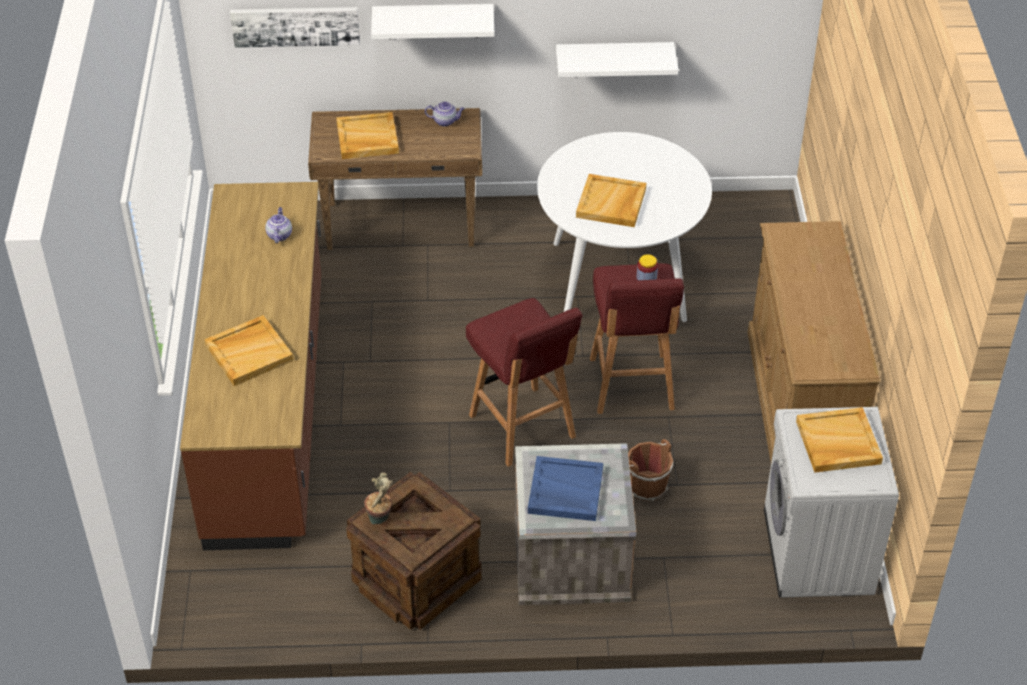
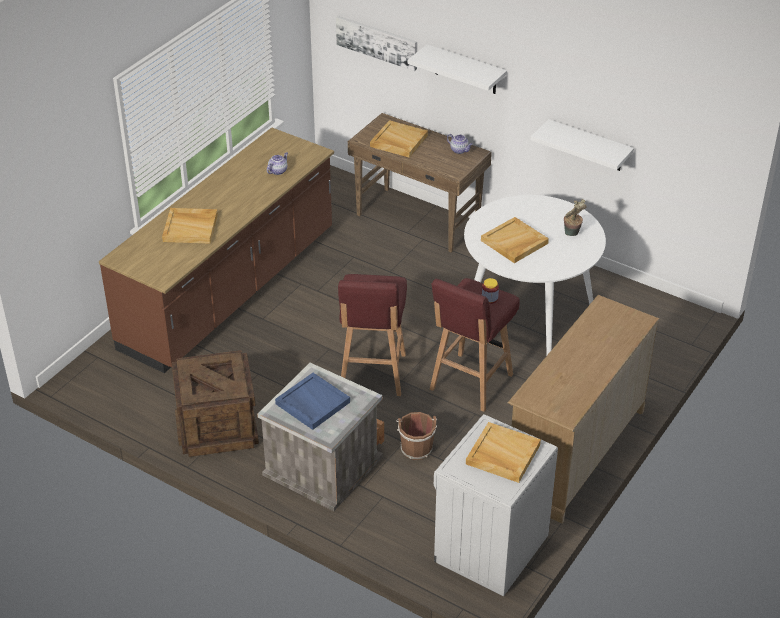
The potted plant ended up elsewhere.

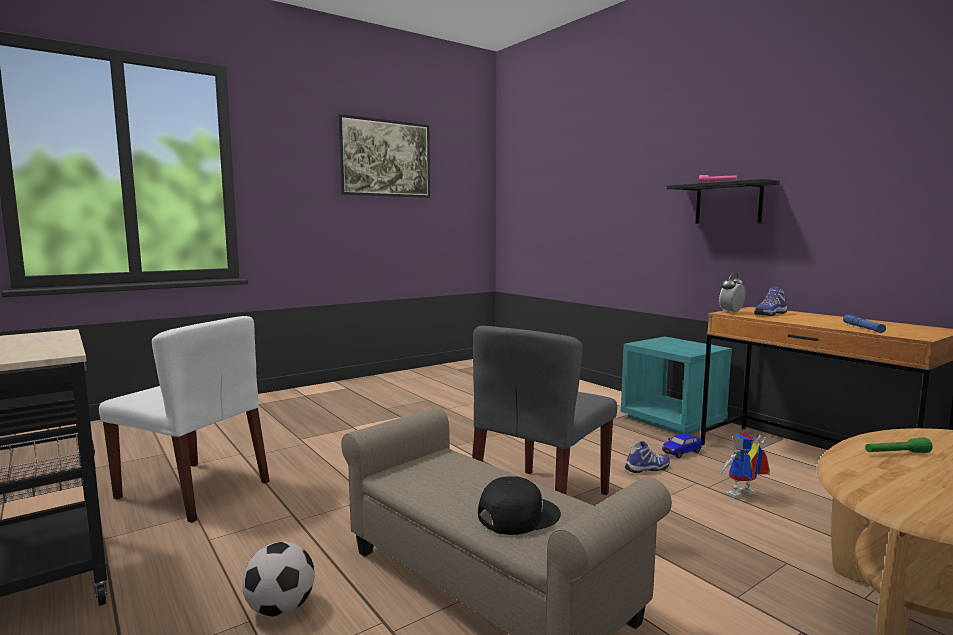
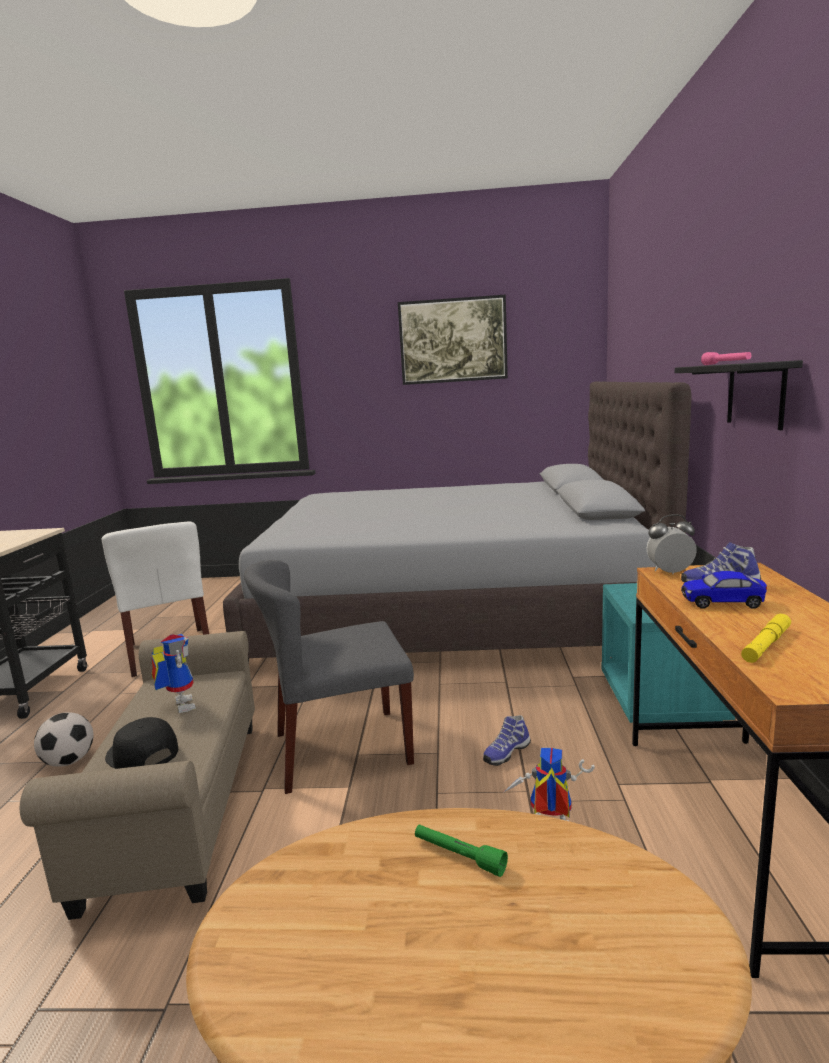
The second view gained the toy robot (no. 1 from left). The second view gained the grey bed. The toy car ended up elsewhere. What was the blue flashlight turned into the yellow flashlight. The black cap ended up facing another way, 150 degrees counterclockwise from before. The shoe (no. 1 from left) ended up facing another way, 120 degrees clockwise from before.

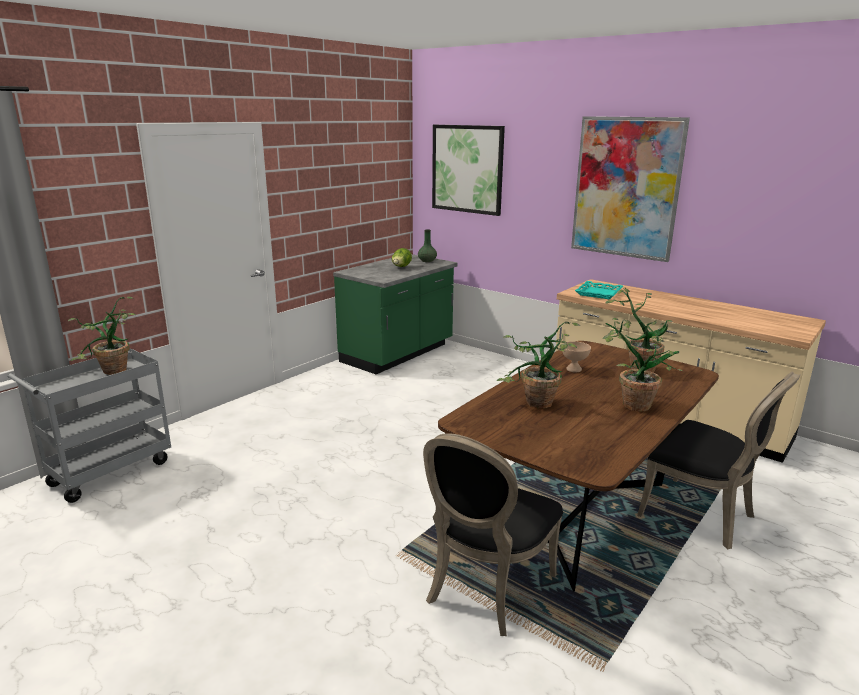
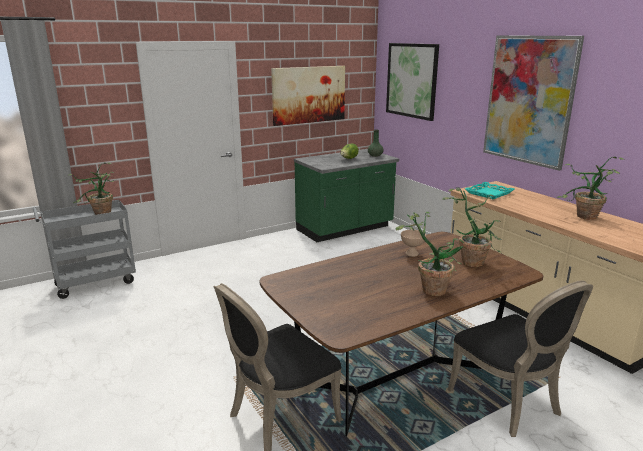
The second view gained the picture (no. 1 from left). The potted plant (no. 2 from left in the first image) ended up elsewhere.

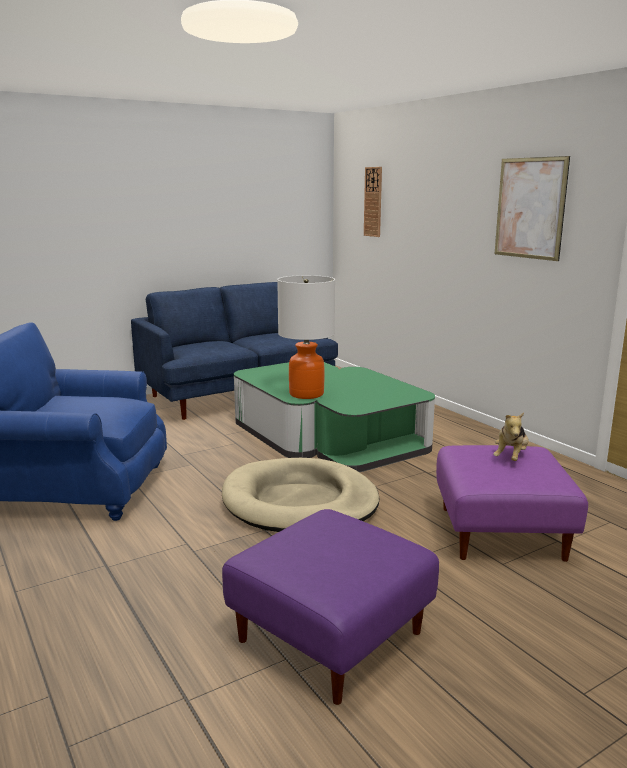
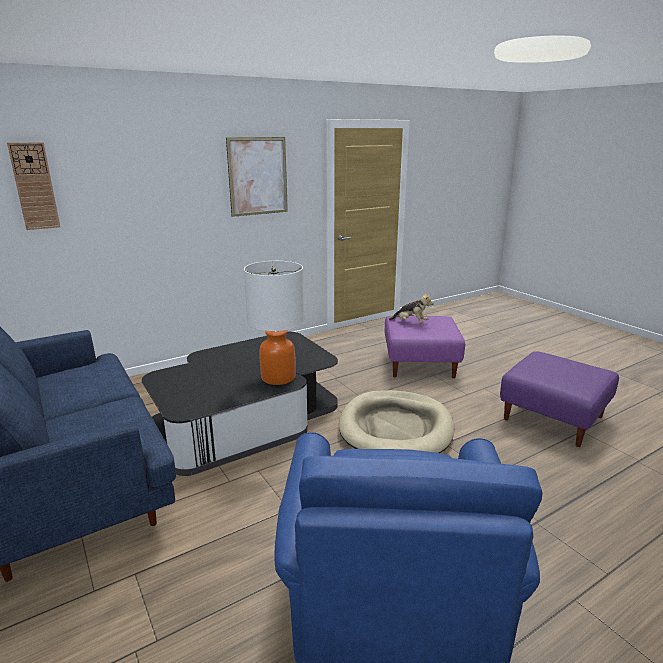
What was the green coffee table turned into the black coffee table.

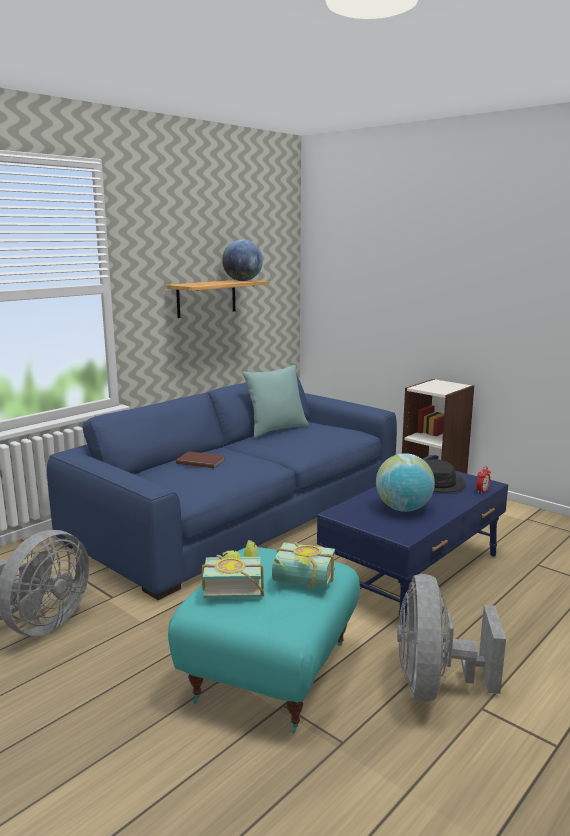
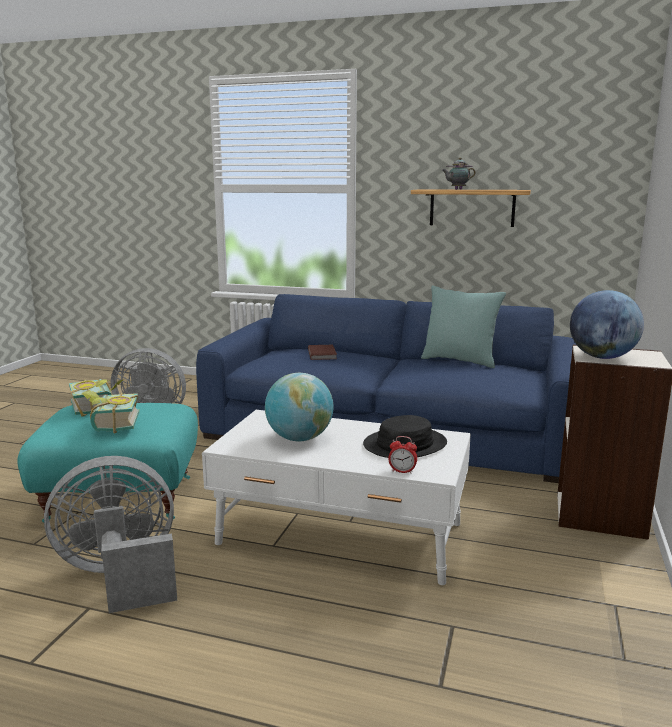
The second view gained the teapot. The globe (no. 1 from left in the first image) ended up elsewhere. What was the blue coffee table turned into the white coffee table.

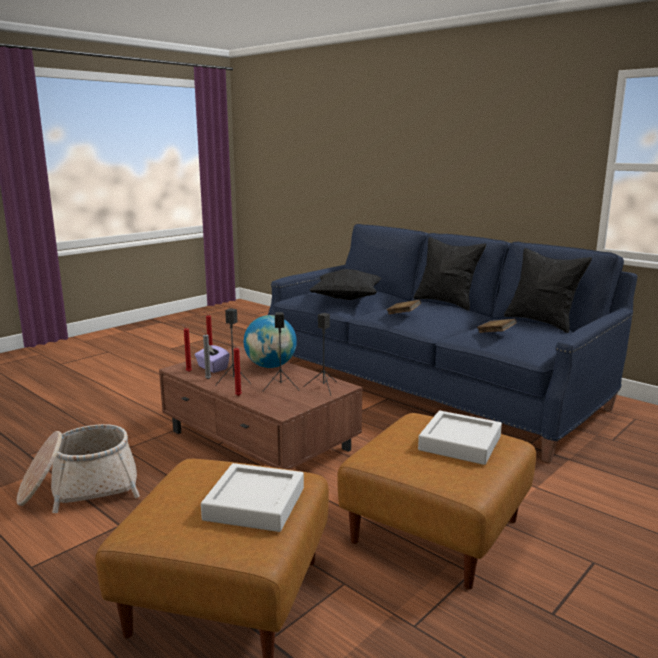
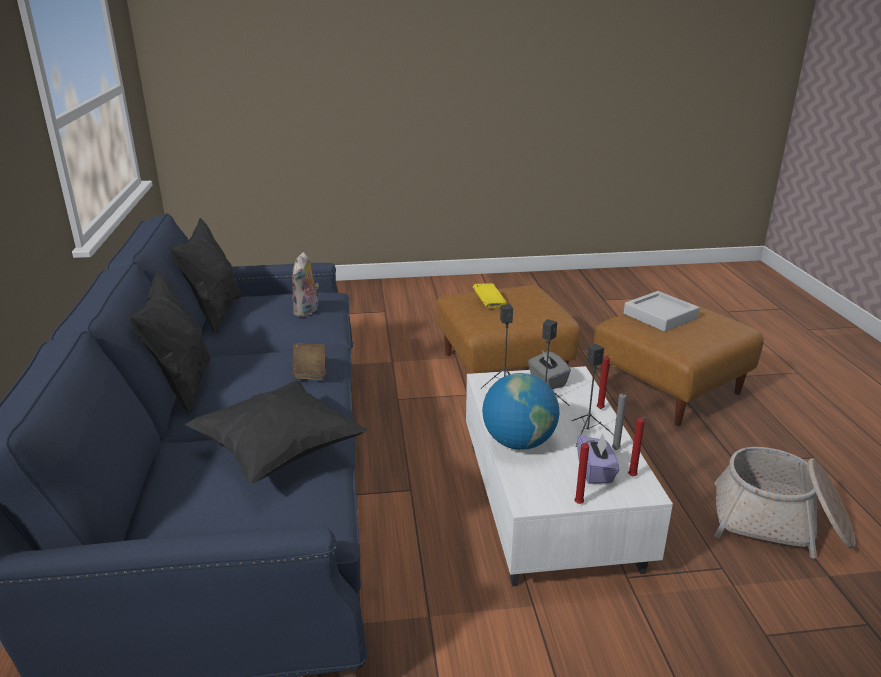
The second view gained the grey tissue box. Where the grey tray (no. 2 from left) stood, the yellow book came to stand. Where the brown book (no. 2 from left) stood, the plush toy came to stand. What was the brown coffee table turned into the white coffee table.

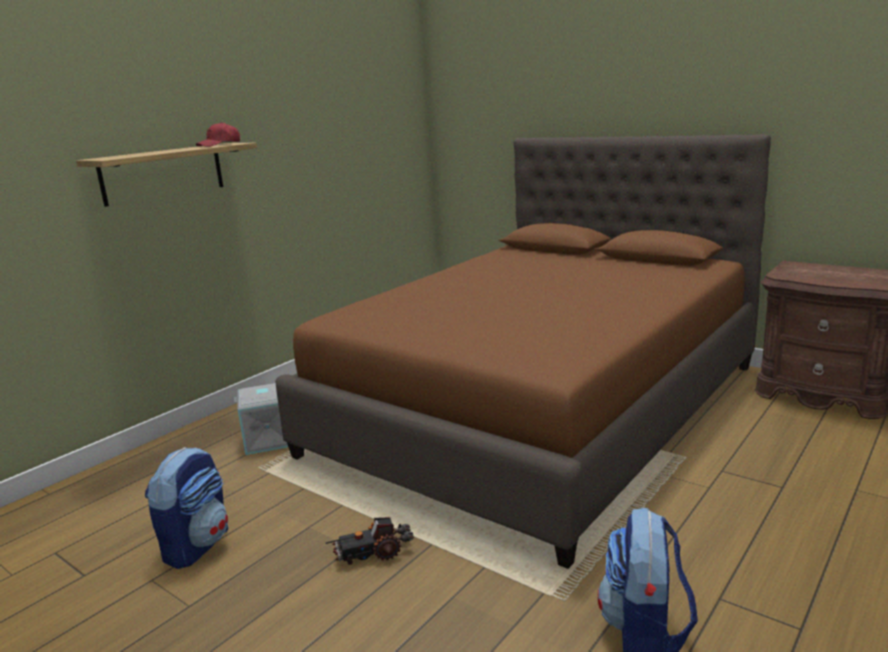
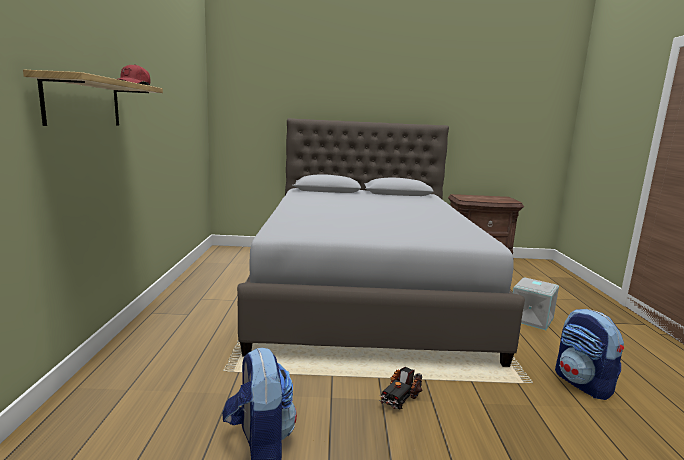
The grey storage box ended up elsewhere. What was the brown bed turned into the grey bed.

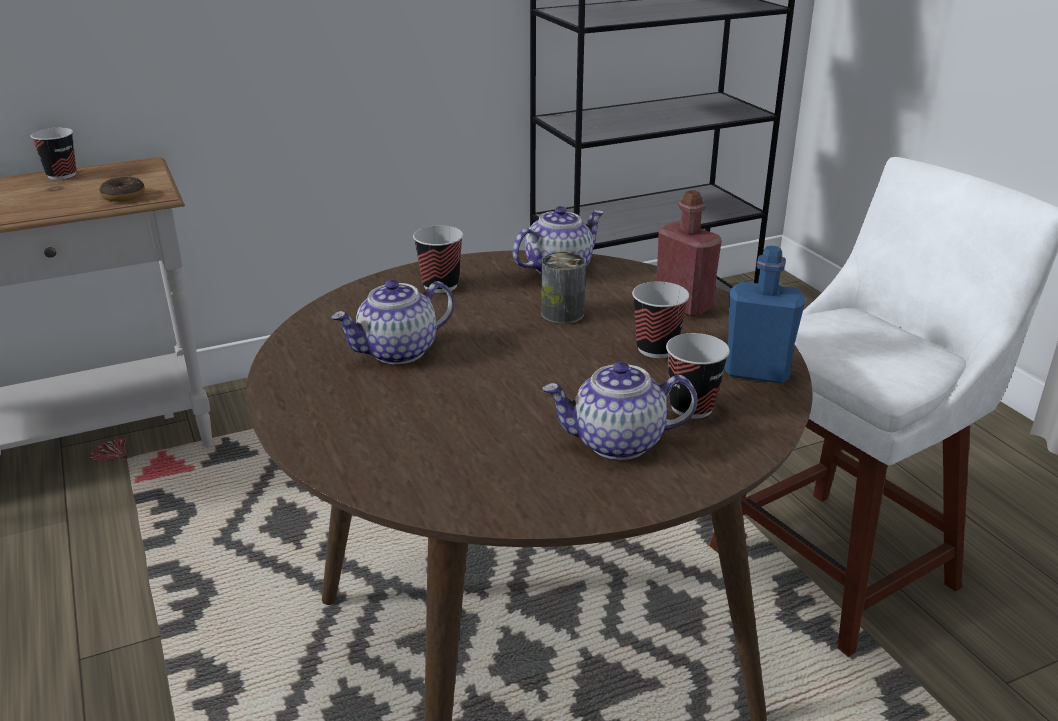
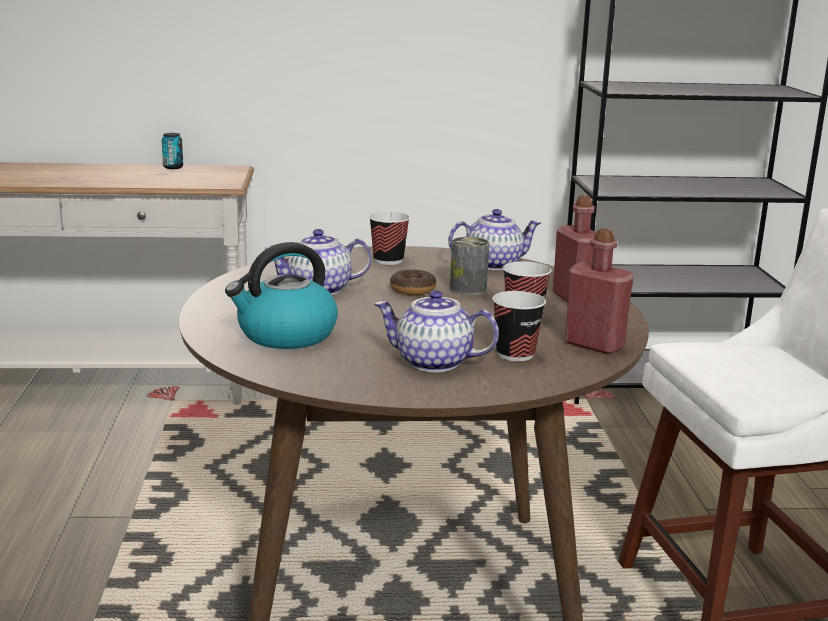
The second view gained the kettle. The donut ended up elsewhere. Where the cup (no. 1 from left) stood, the can (no. 1 from left) came to stand. What was the blue bottle turned into the red bottle (no. 2 from left).

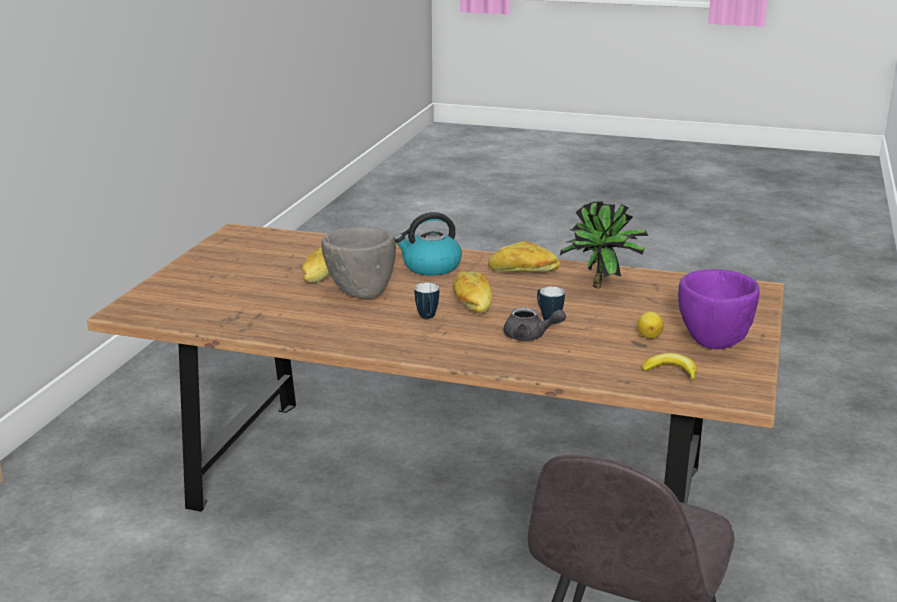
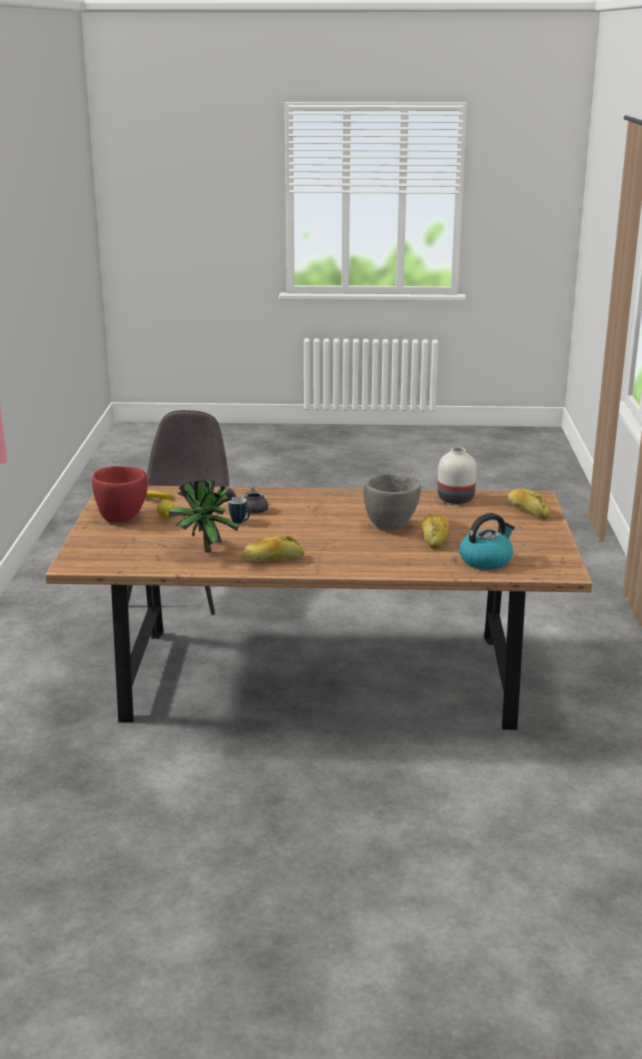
The second view lost the mug (no. 1 from left). The second view gained the white vase. The kettle ended up elsewhere. The bread (no. 2 from left in the first image) ended up elsewhere. What was the purple bowl turned into the red bowl.

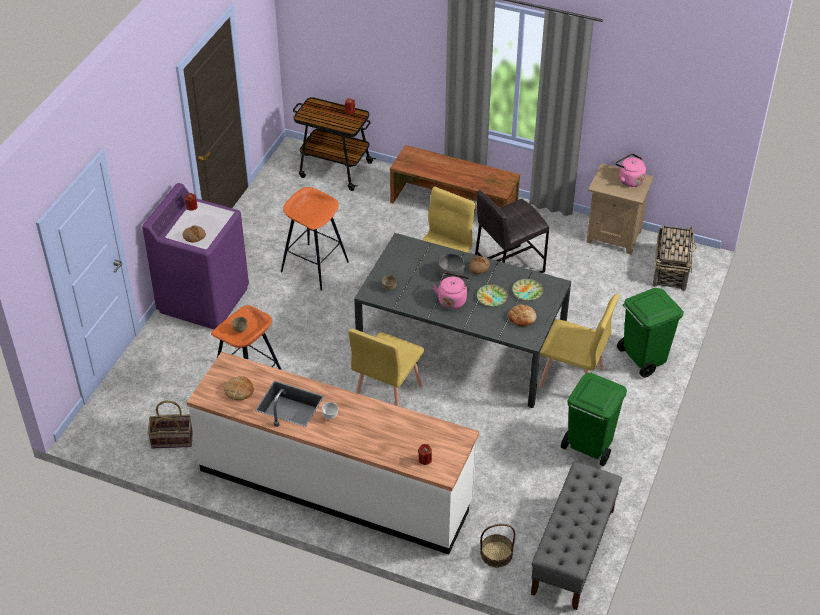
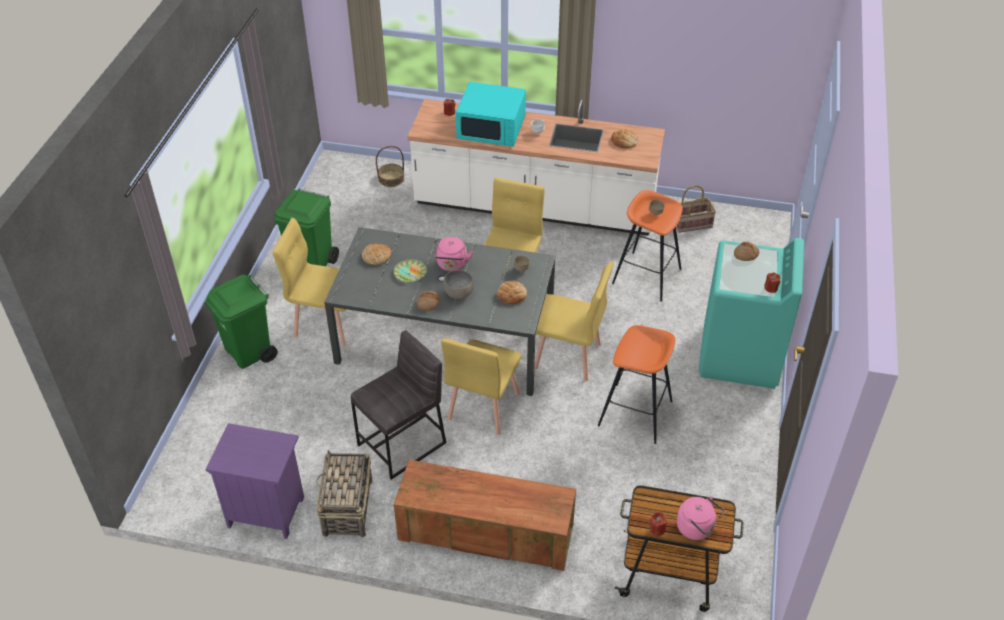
The second view lost the plate (no. 2 from left). The second view lost the grey bench. The second view gained the turquoise microwave. The second view gained the bread (no. 3 from left). The second view gained the yellow chair (no. 4 from left). The pink kettle (no. 2 from left) ended up elsewhere. The basket (no. 3 from left in the first image) ended up elsewhere. What was the purple washing machine turned into the turquoise washing machine. What was the beige nightstand turned into the purple nightstand.

